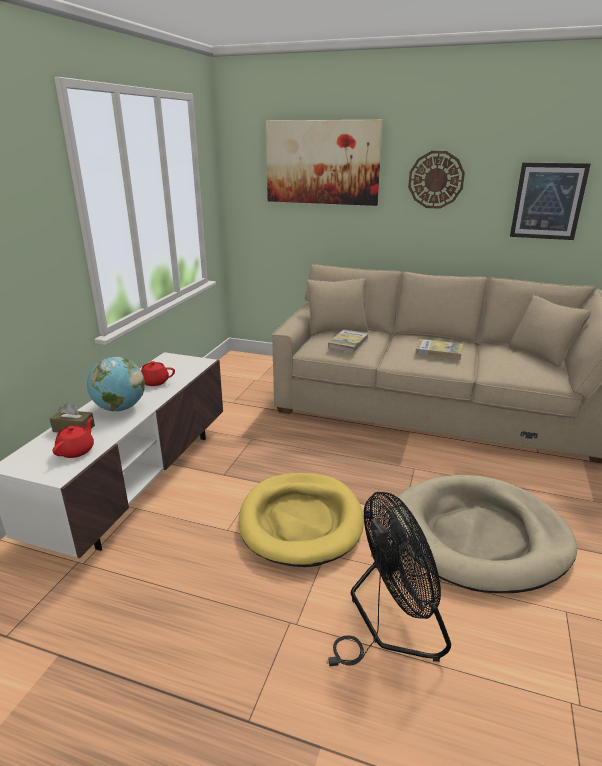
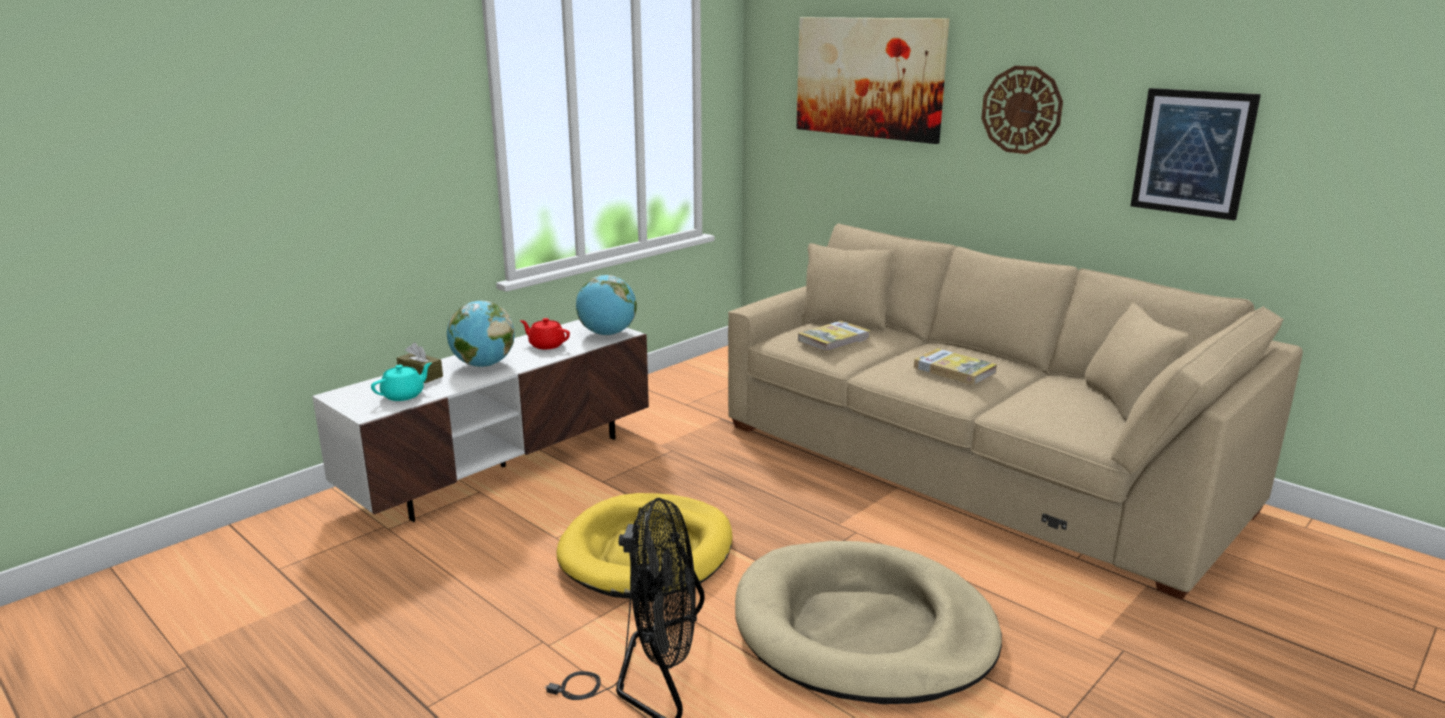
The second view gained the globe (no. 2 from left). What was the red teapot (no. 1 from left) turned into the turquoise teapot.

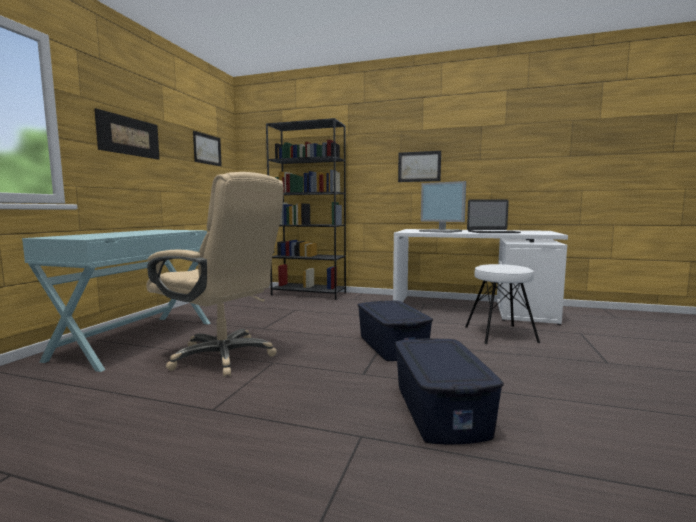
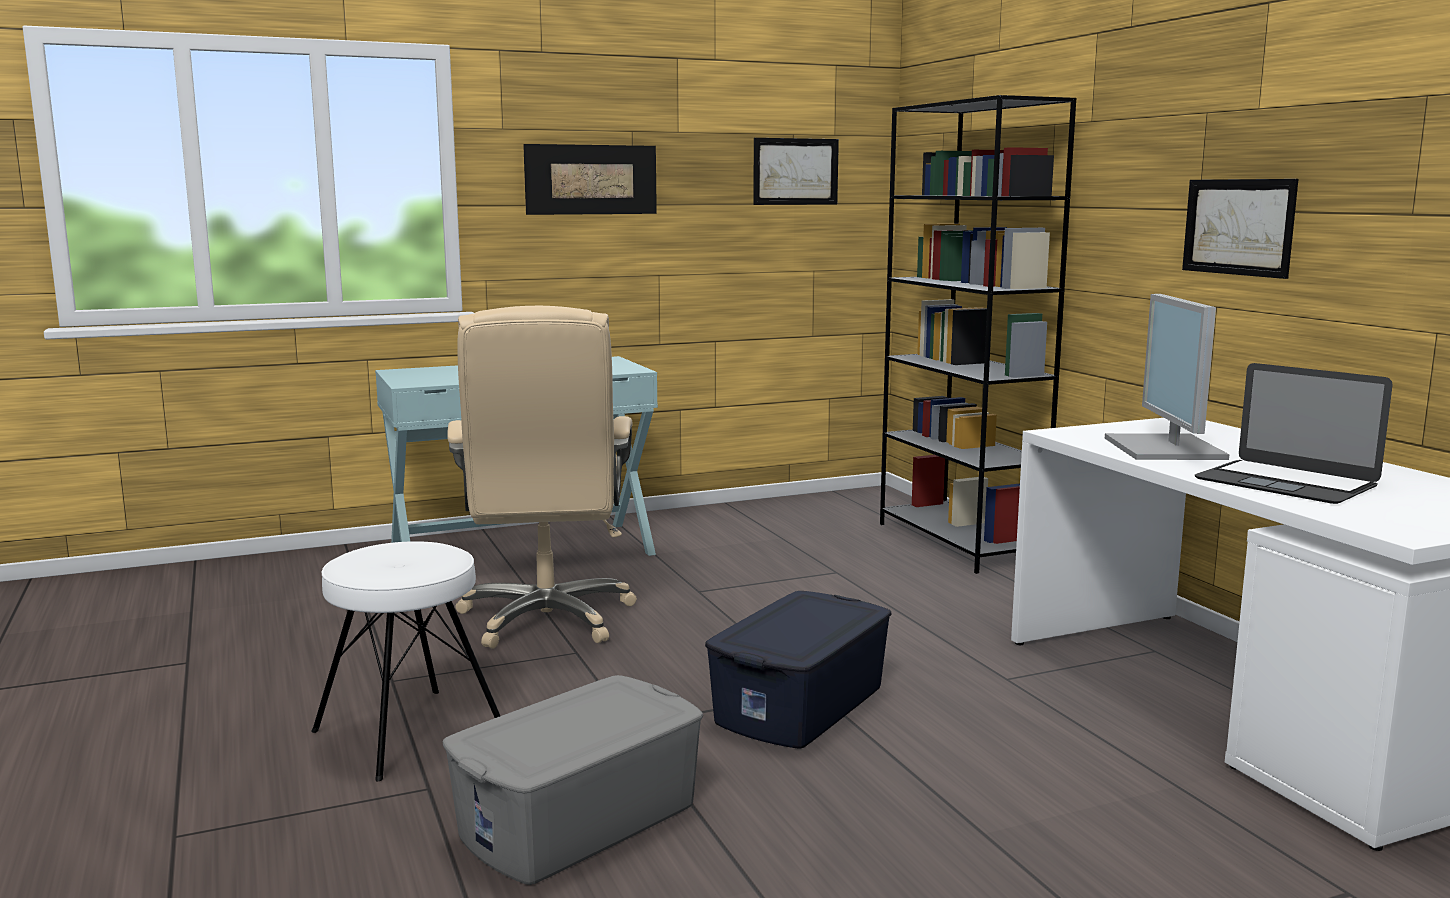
The white stool ended up elsewhere. What was the blue storage box (no. 2 from left) turned into the grey storage box.

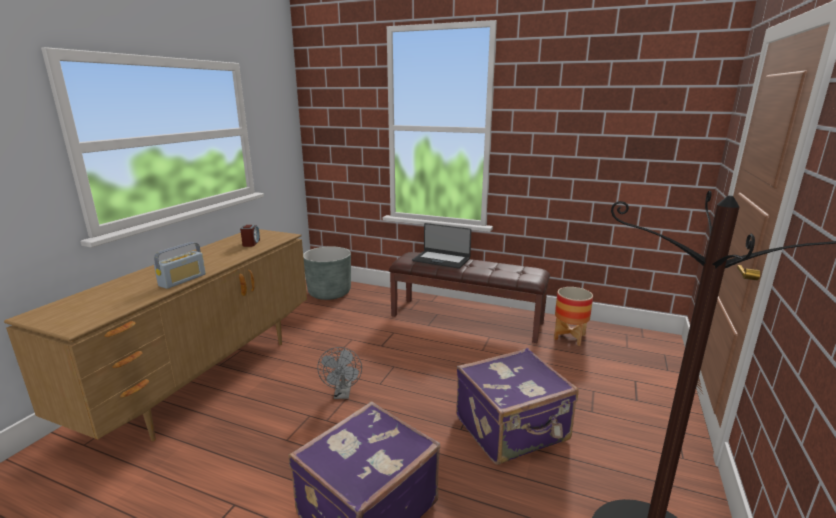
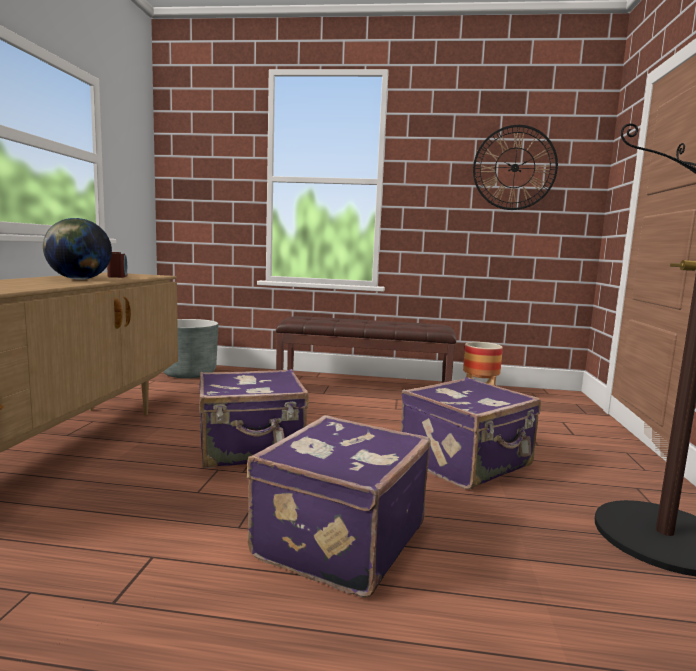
The second view lost the radio. The second view lost the laptop. The second view gained the globe. The second view gained the wall clock. Where the grey fan stood, the purple suitcase (no. 1 from left) came to stand.

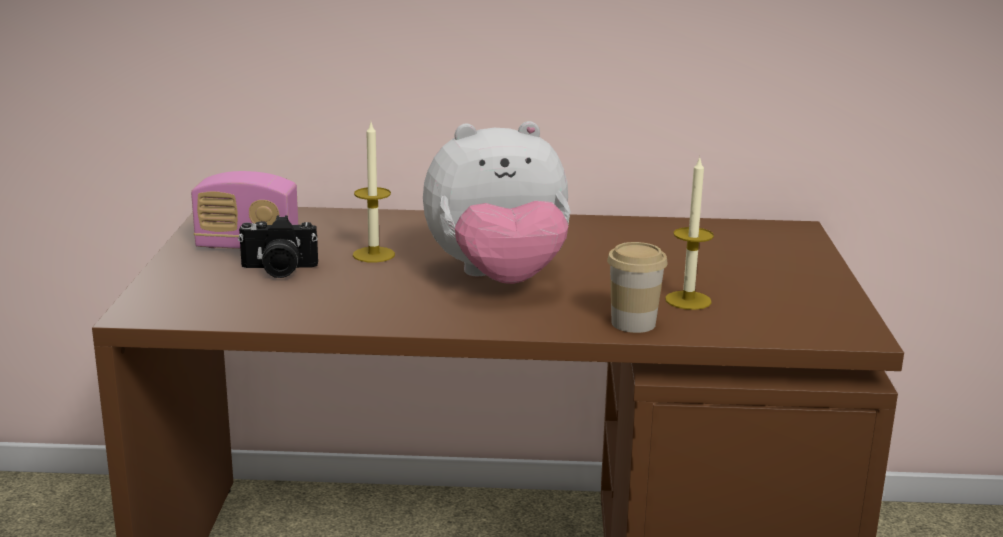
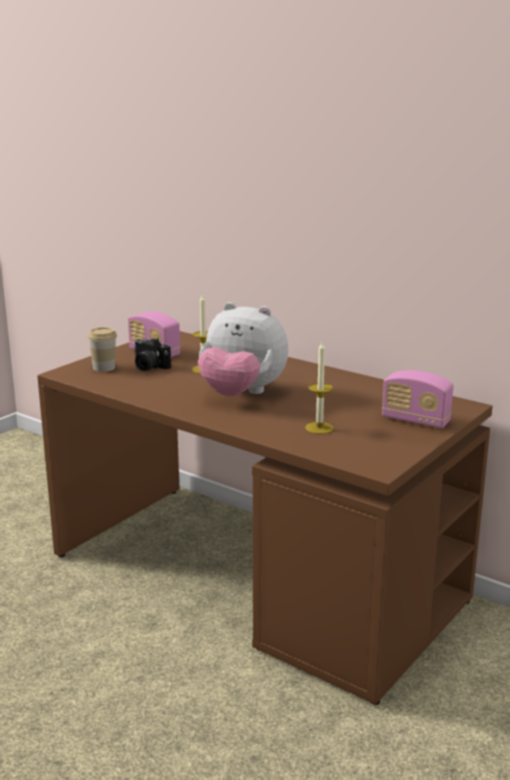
The second view gained the radio (no. 2 from left). The cup ended up elsewhere.

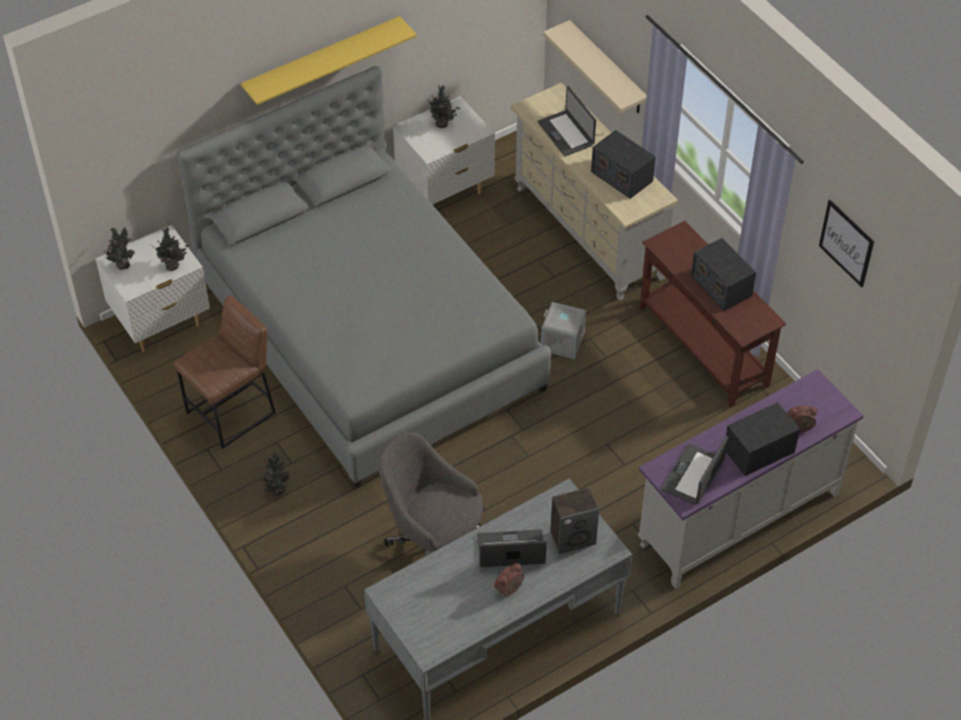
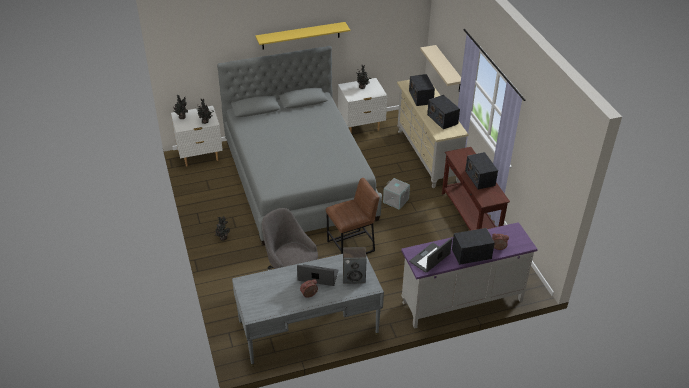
The second view lost the picture. The brown chair ended up elsewhere. Where the laptop (no. 2 from left) stood, the radio (no. 1 from left) came to stand.

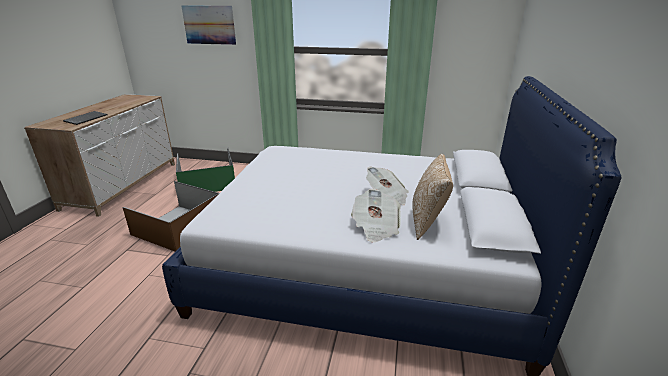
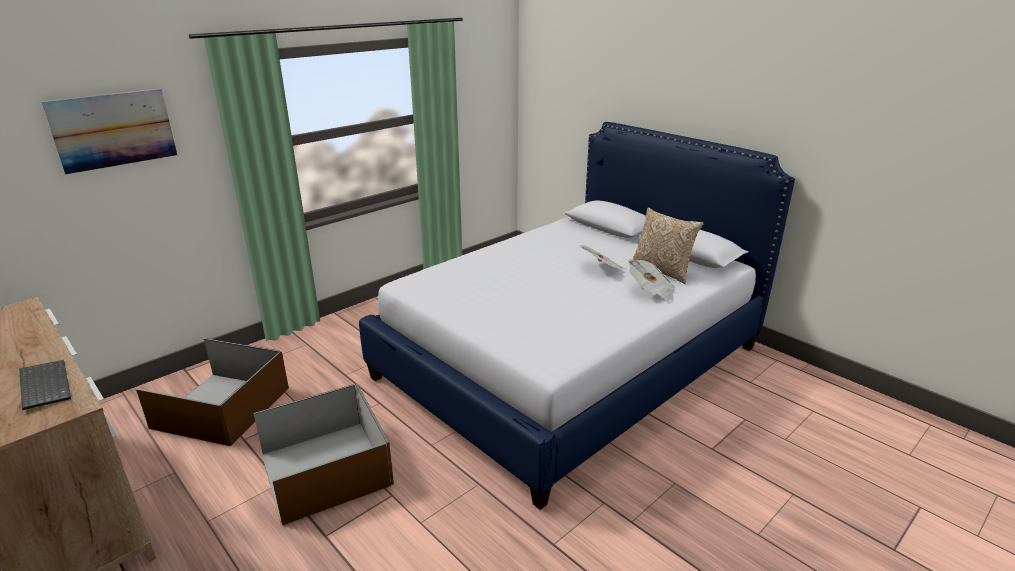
What was the green storage box turned into the brown storage box (no. 1 from left).

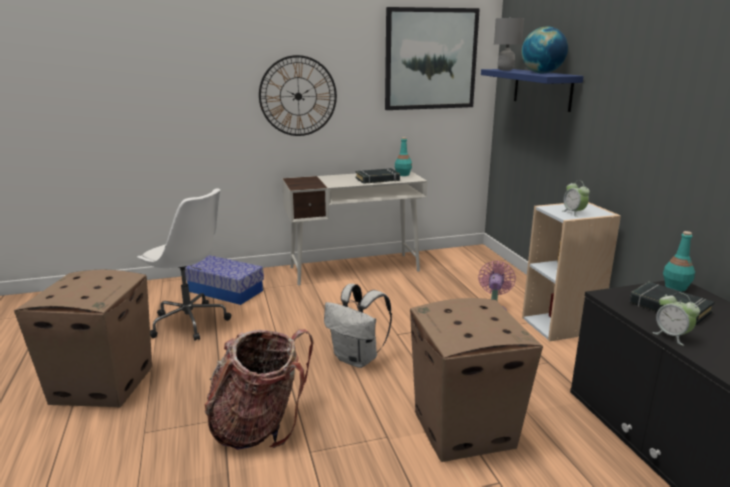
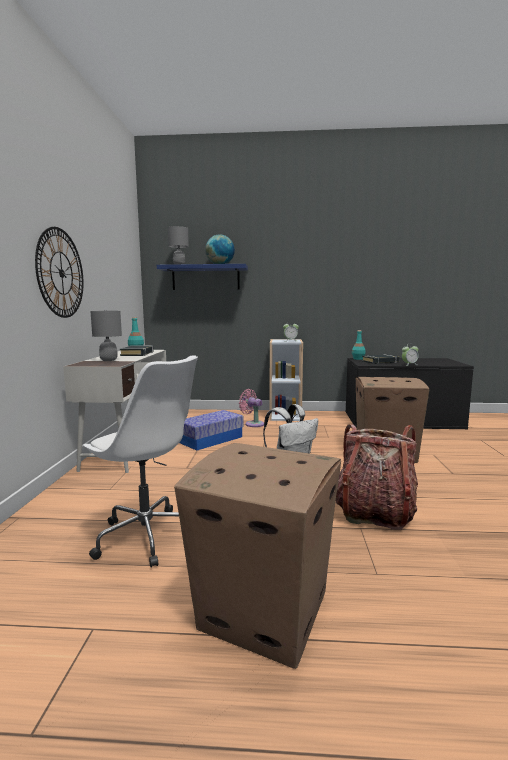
The second view lost the picture. The second view gained the grey table lamp (no. 1 from left). The storage box ended up elsewhere. The white office chair ended up facing another way, 75 degrees clockwise from before.

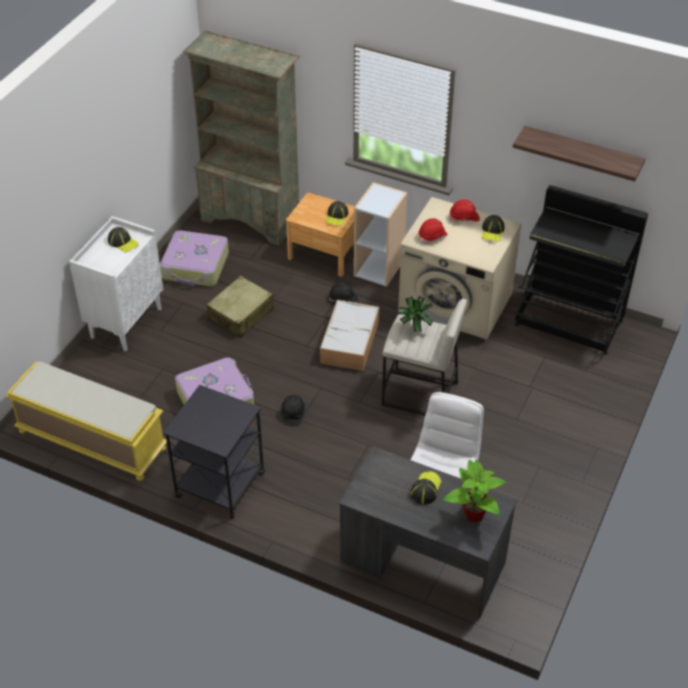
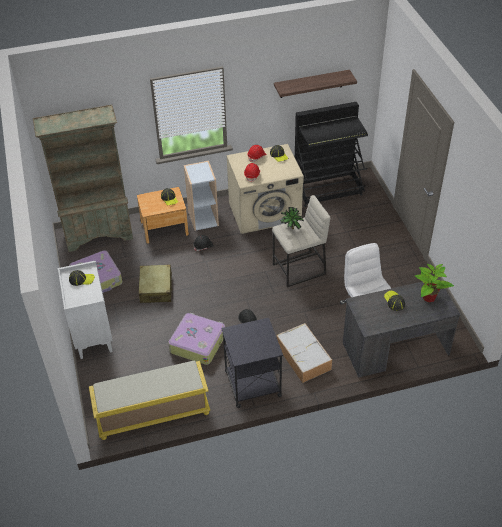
The storage box ended up elsewhere.

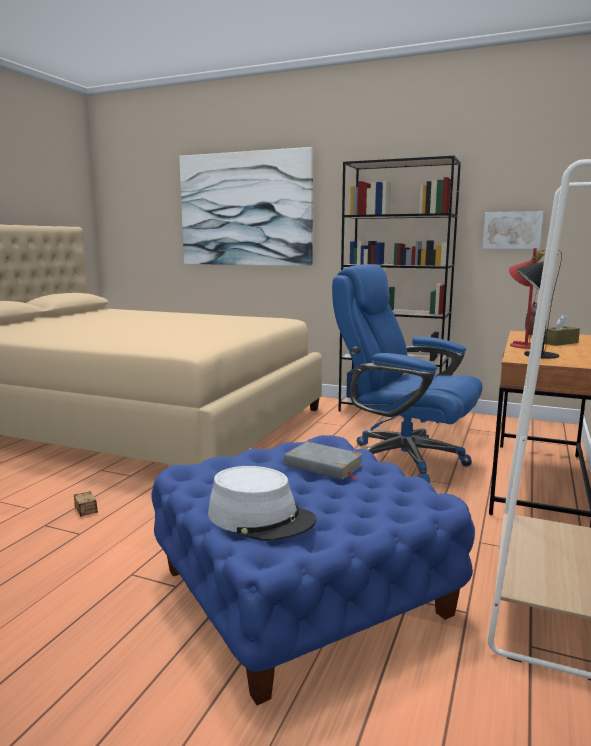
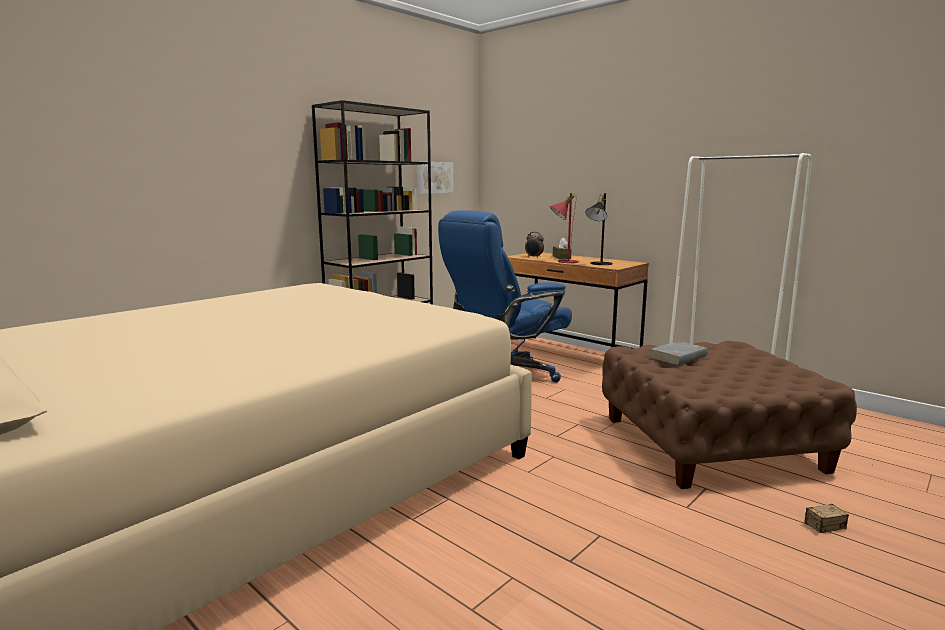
The second view lost the picture (no. 1 from left). The second view lost the grey hat. The storage box ended up elsewhere. What was the blue ottoman turned into the brown ottoman.

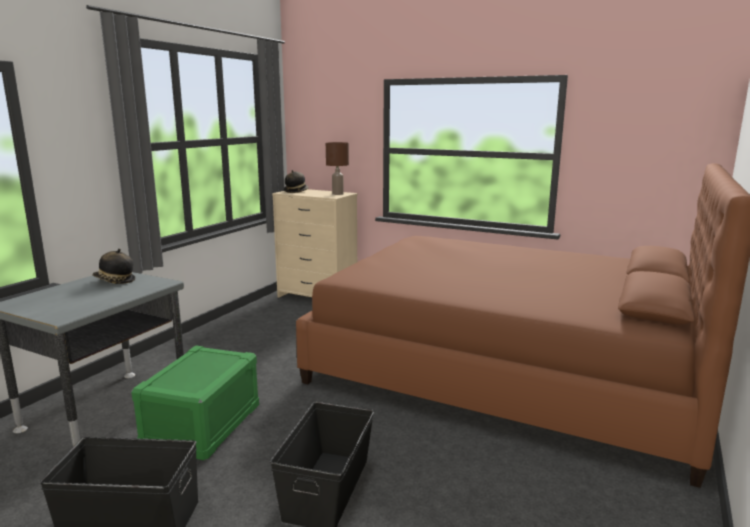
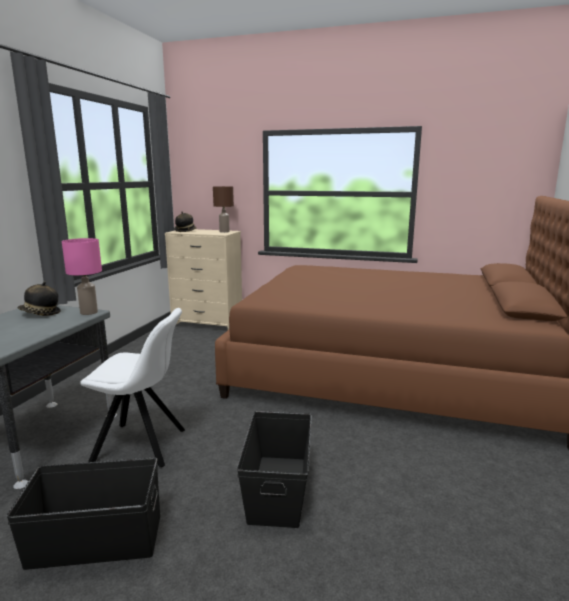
The second view gained the pink table lamp. Where the green storage box stood, the white chair came to stand.

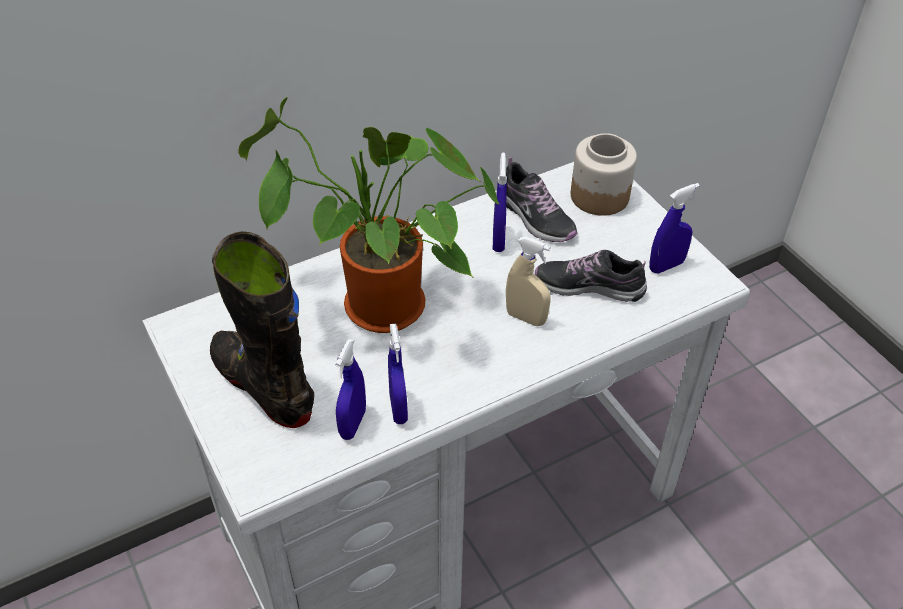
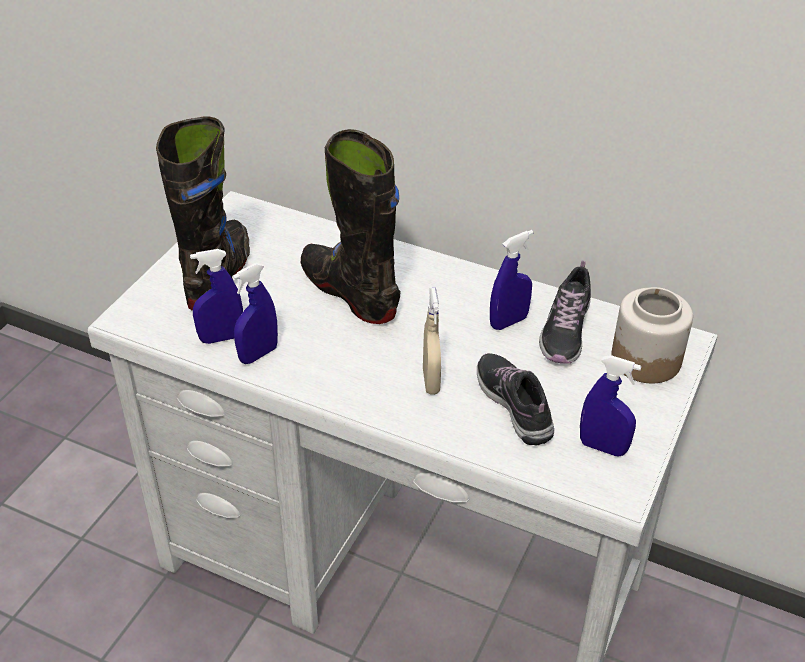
Where the potted plant stood, the black boot (no. 2 from left) came to stand.

